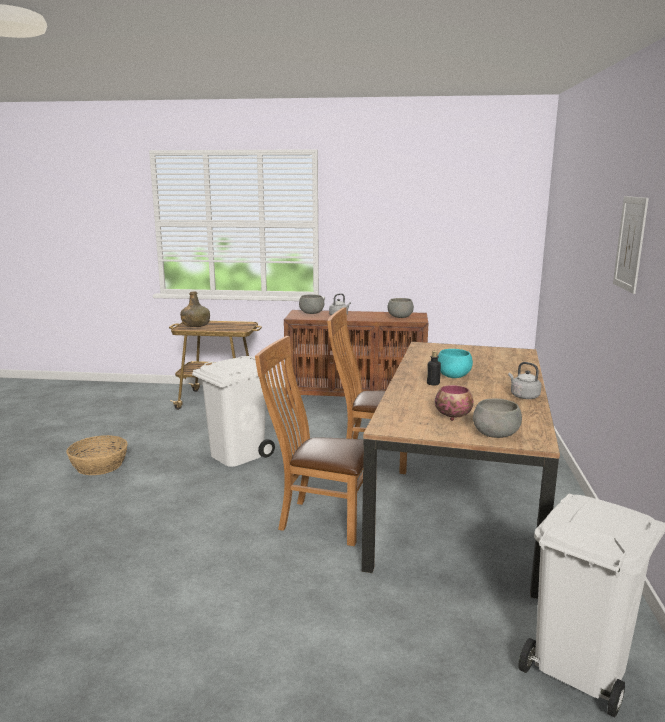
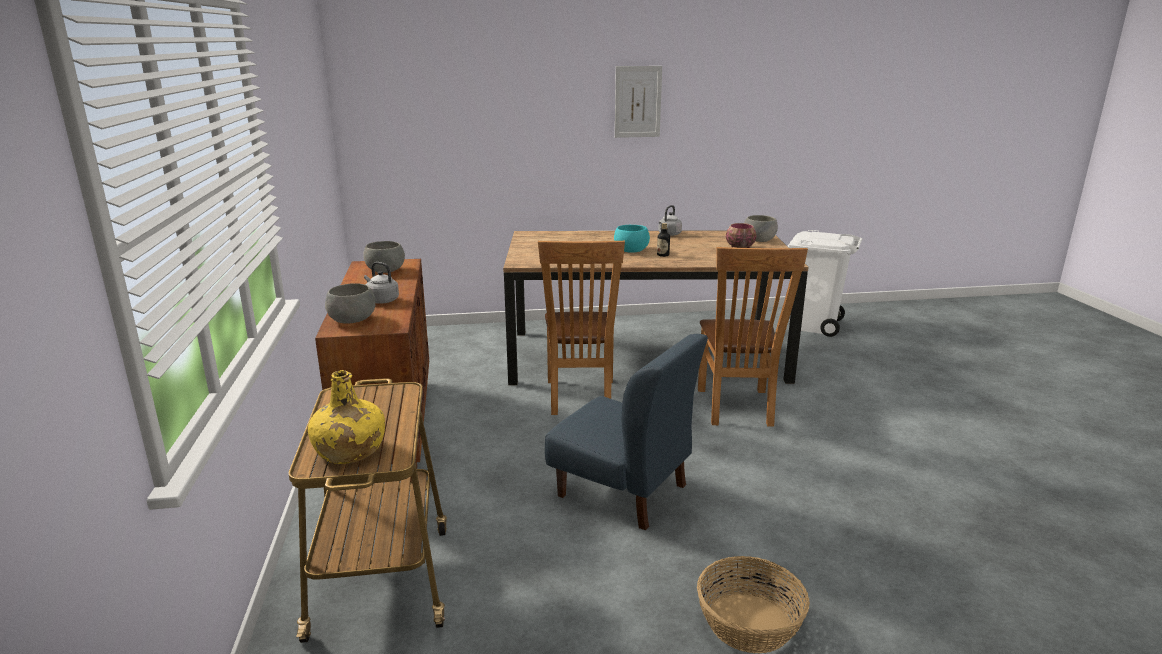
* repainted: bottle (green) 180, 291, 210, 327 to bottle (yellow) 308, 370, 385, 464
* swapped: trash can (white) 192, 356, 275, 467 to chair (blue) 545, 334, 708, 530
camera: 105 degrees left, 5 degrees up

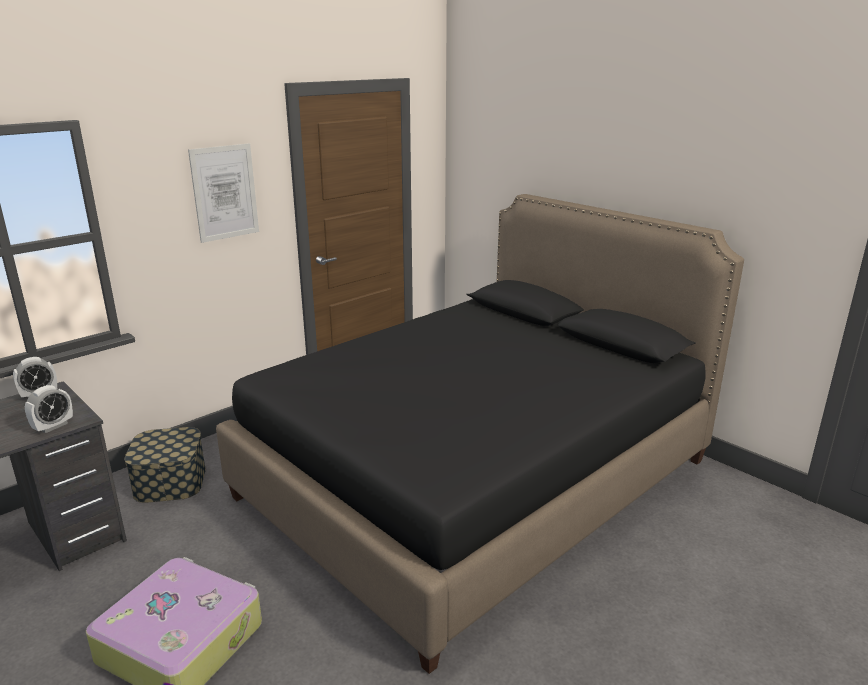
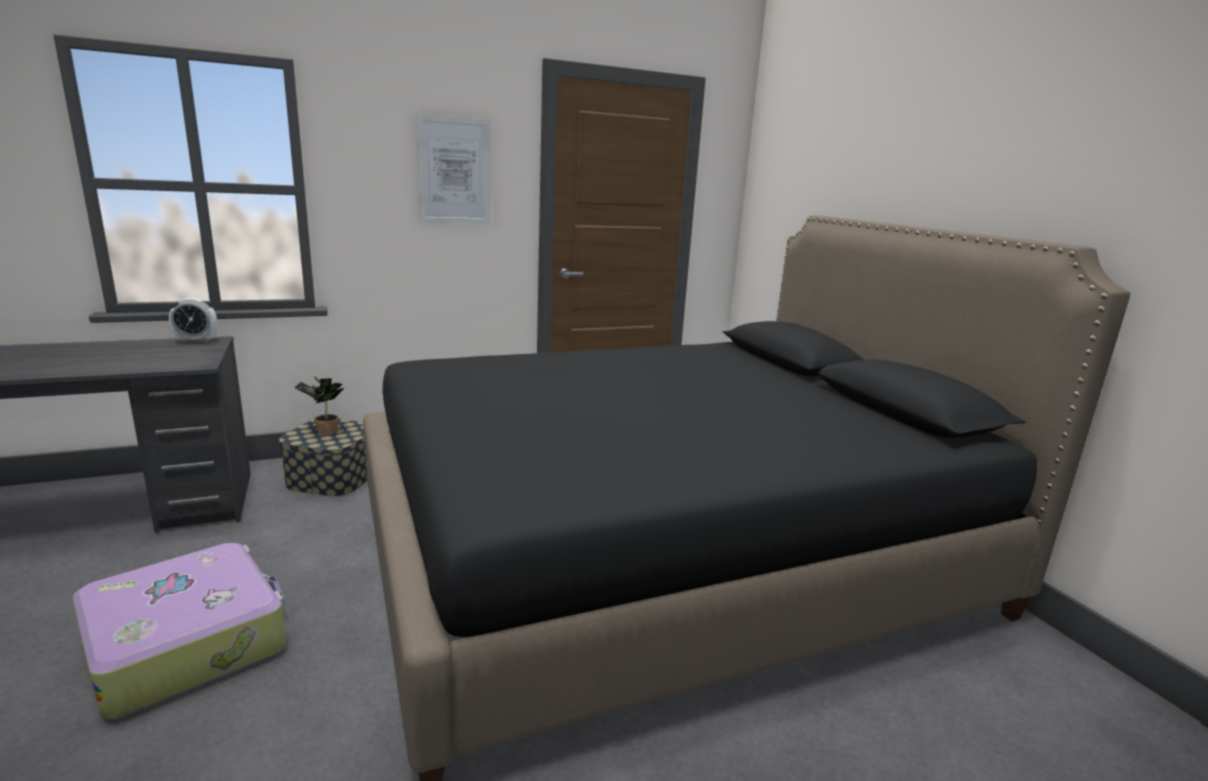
* gone: alarm clock 25, 385, 73, 433
* new: potted plant 294, 376, 344, 435
camera: 20 degrees right, 5 degrees down

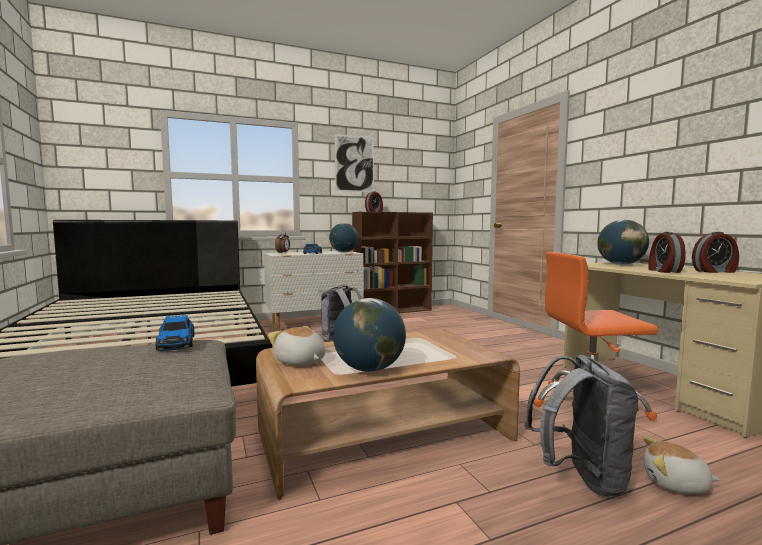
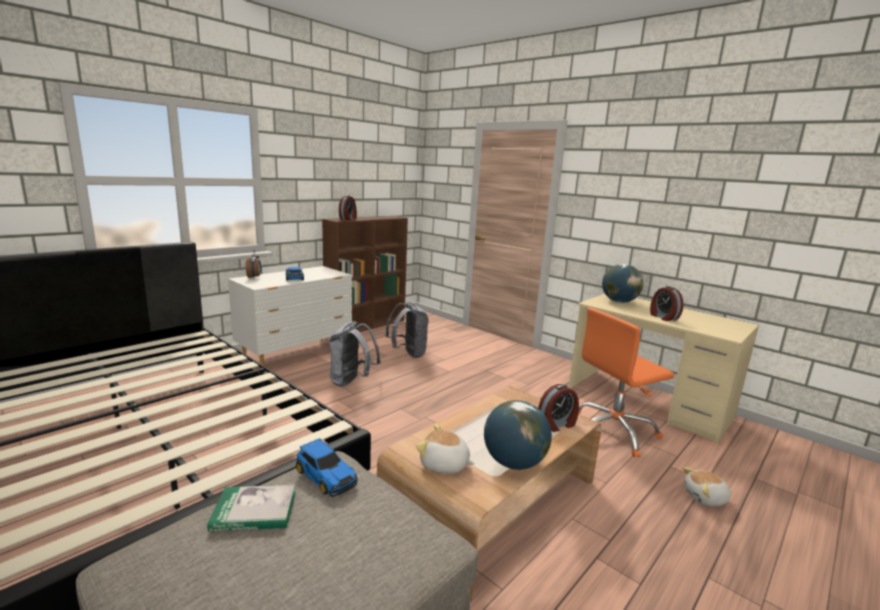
* gone: globe 329, 223, 359, 252
* gone: picture 335, 134, 374, 192
* shifted: backpack (grey) 524, 355, 639, 497 to 385, 302, 429, 358
* shifted: alarm clock 692, 232, 739, 273 to 538, 384, 579, 432
* new: book 207, 485, 296, 531
camera: 25 degrees left, 10 degrees up

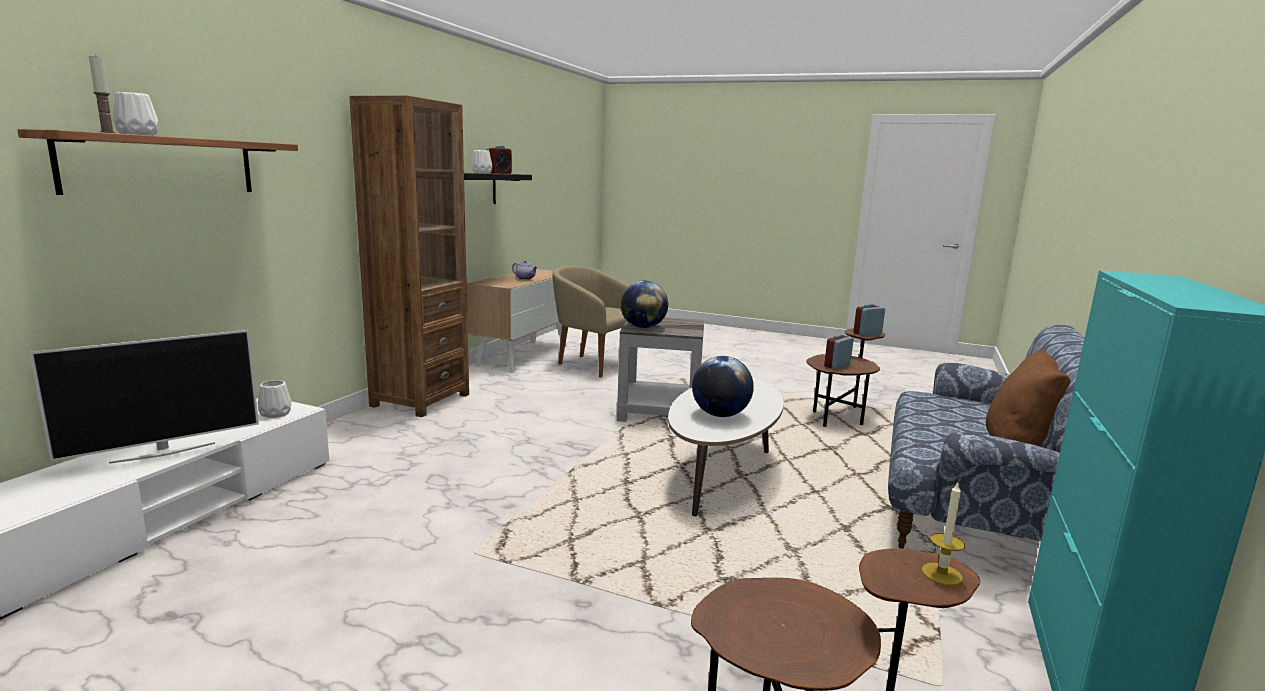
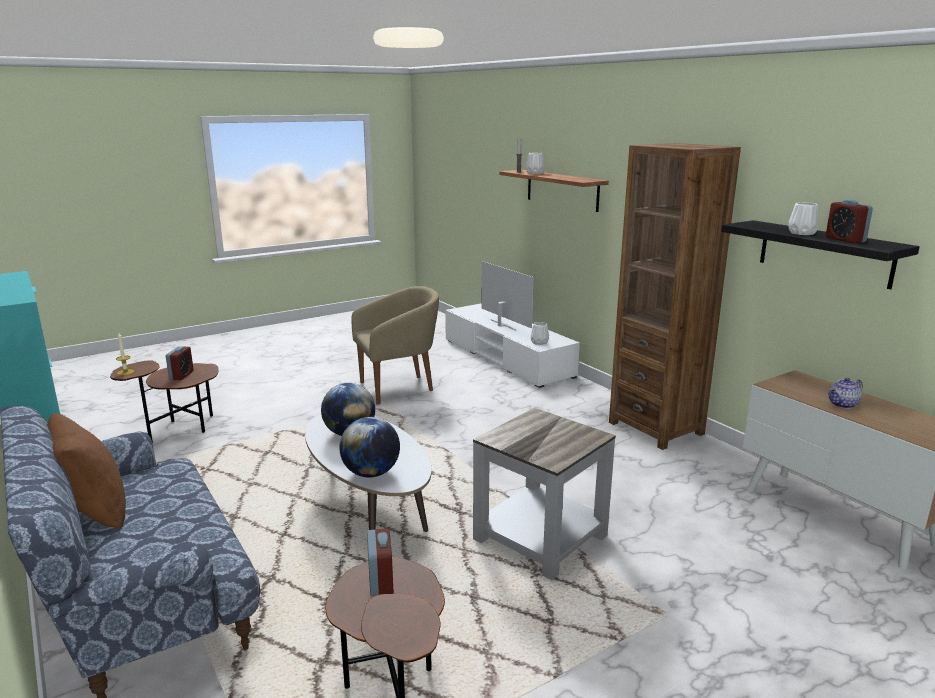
* rotated: television 29, 330, 259, 464 = 481, 261, 534, 330 150 degrees clockwise
* shifted: armchair (beige) 552, 266, 630, 377 to 351, 286, 439, 405
* shifted: globe 621, 280, 668, 328 to 339, 417, 400, 478
* shifted: alarm clock 853, 303, 885, 336 to 166, 346, 194, 380
camera: 125 degrees right, 5 degrees up

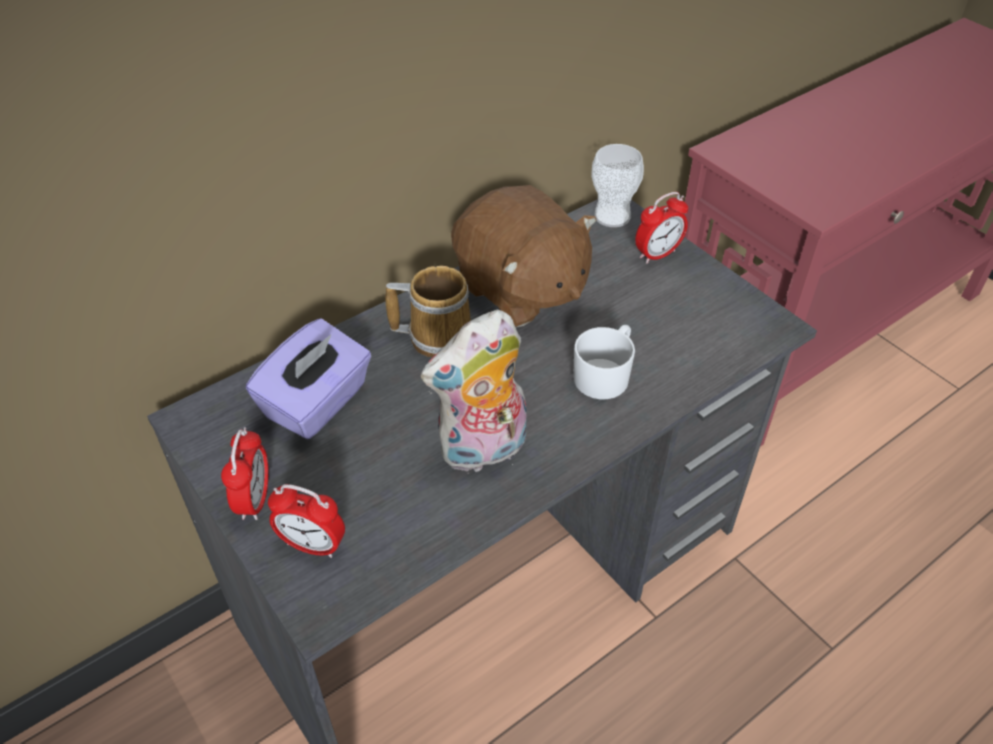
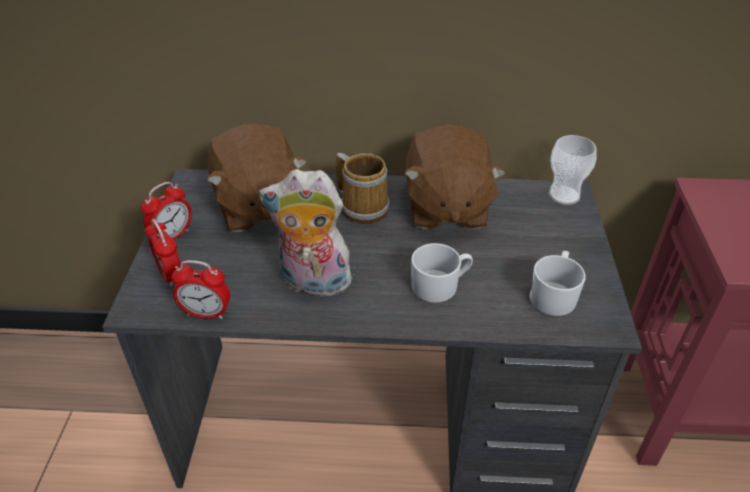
* swapped: tissue box (purple) 246, 318, 371, 439 to plush toy (brown) 207, 124, 307, 232
* shifted: alarm clock 635, 192, 688, 264 to 171, 260, 230, 319
* new: mug (white) 529, 251, 586, 316
camera: 40 degrees right, 5 degrees down

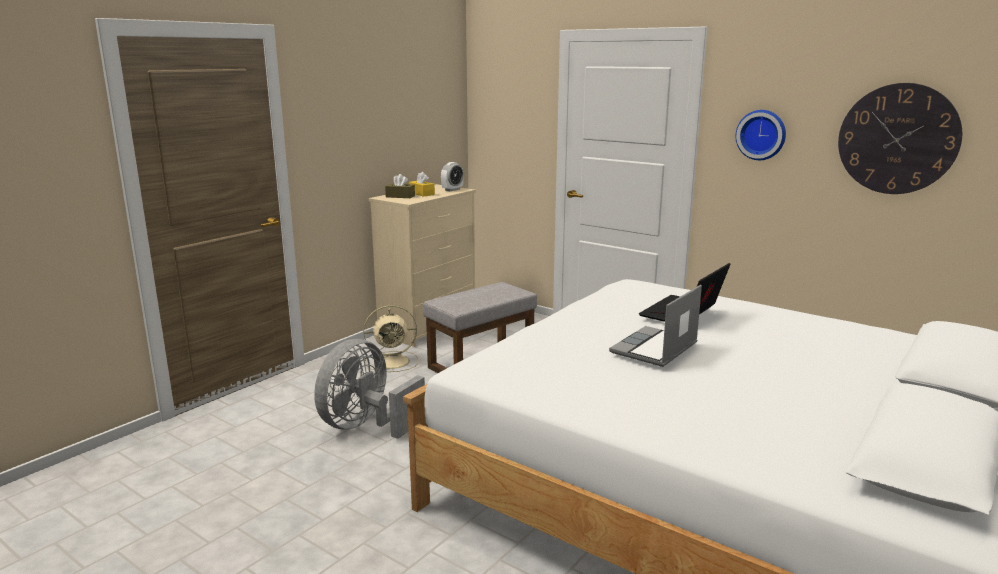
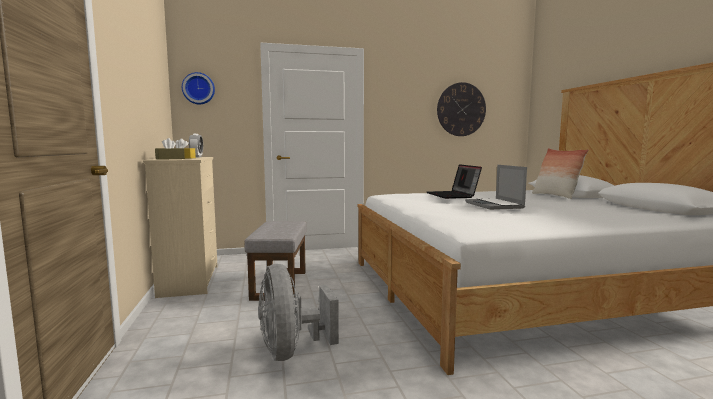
* gone: fan (beige) 363, 305, 419, 372
* shifted: wall clock 736, 110, 786, 160 to 182, 72, 215, 104
* new: pillow 532, 148, 588, 199
camera: 50 degrees left, 10 degrees down

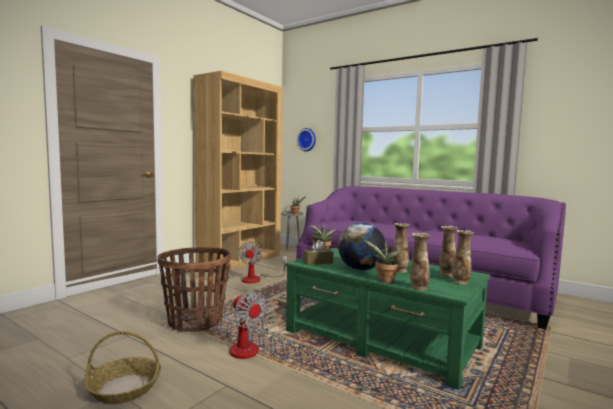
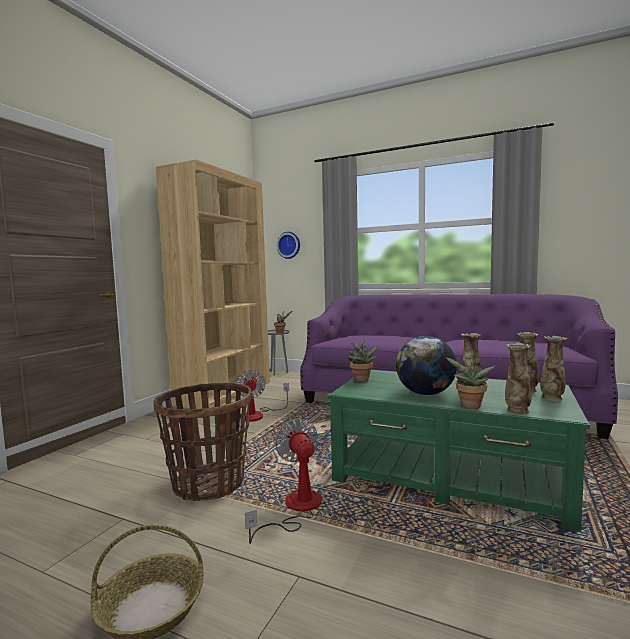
* rotated: fan 230, 291, 268, 359 = 245, 418, 322, 544 150 degrees counterclockwise
* gone: tissue box (brown) 303, 240, 333, 265
camera: 10 degrees left, 0 degrees up

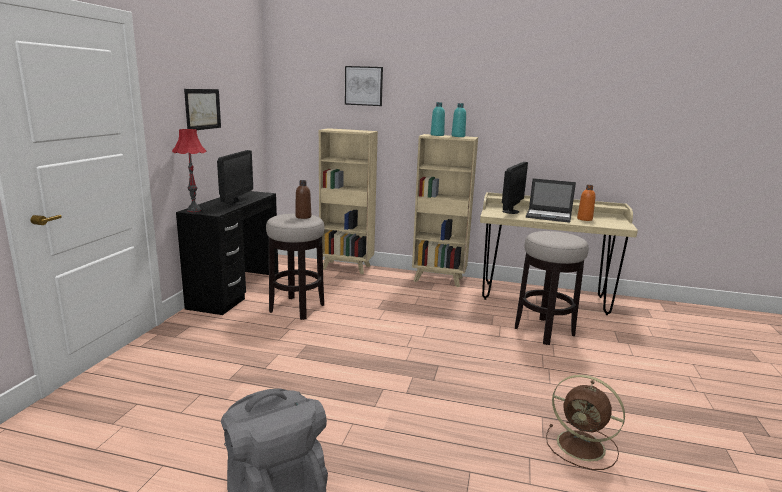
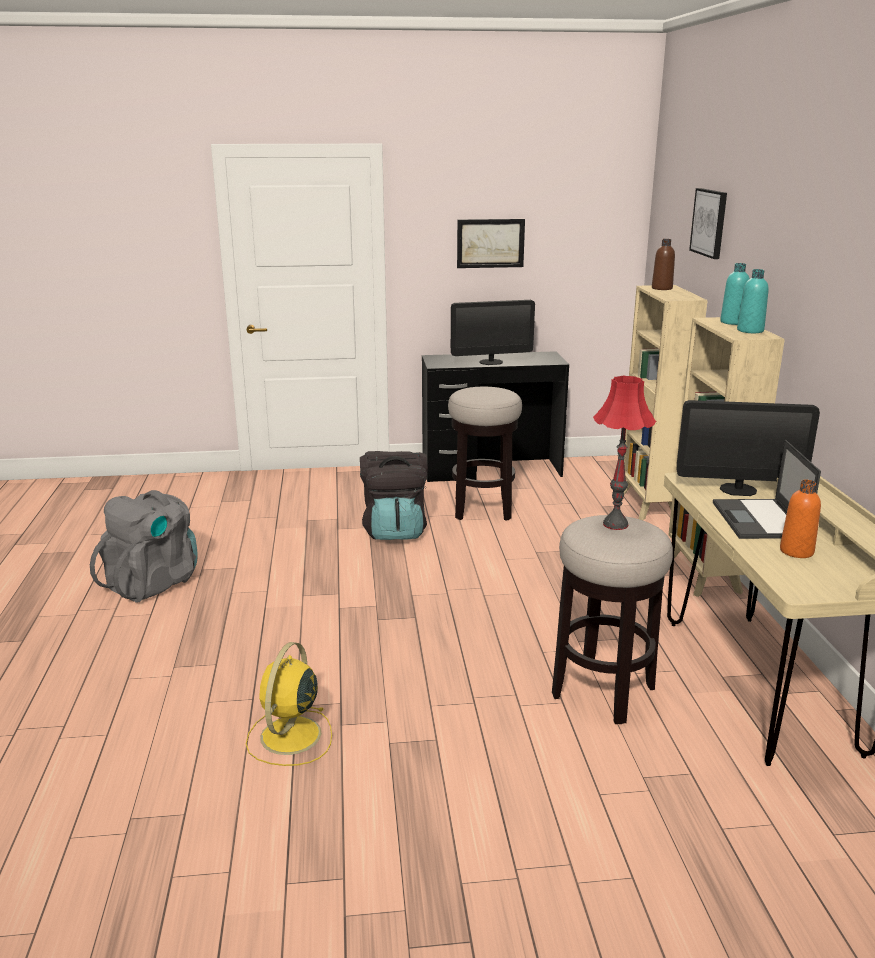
* shifted: table lamp (red) 172, 129, 206, 212 to 593, 376, 656, 530
* shifted: bottle (brown) 295, 180, 311, 219 to 652, 239, 675, 290
* repainted: fan (brown) 546, 375, 625, 470 to fan (yellow) 246, 642, 332, 766
* new: backpack (black) 360, 451, 428, 540
camera: 70 degrees right, 5 degrees up

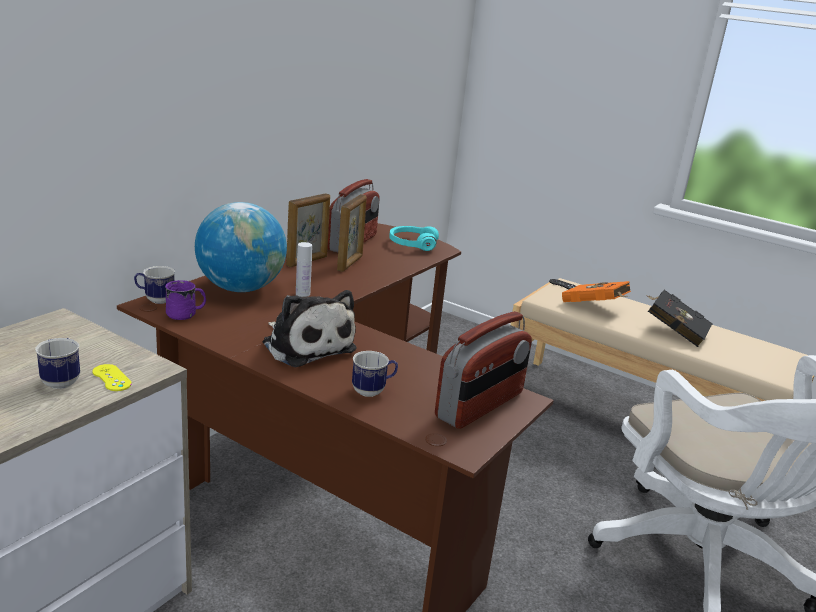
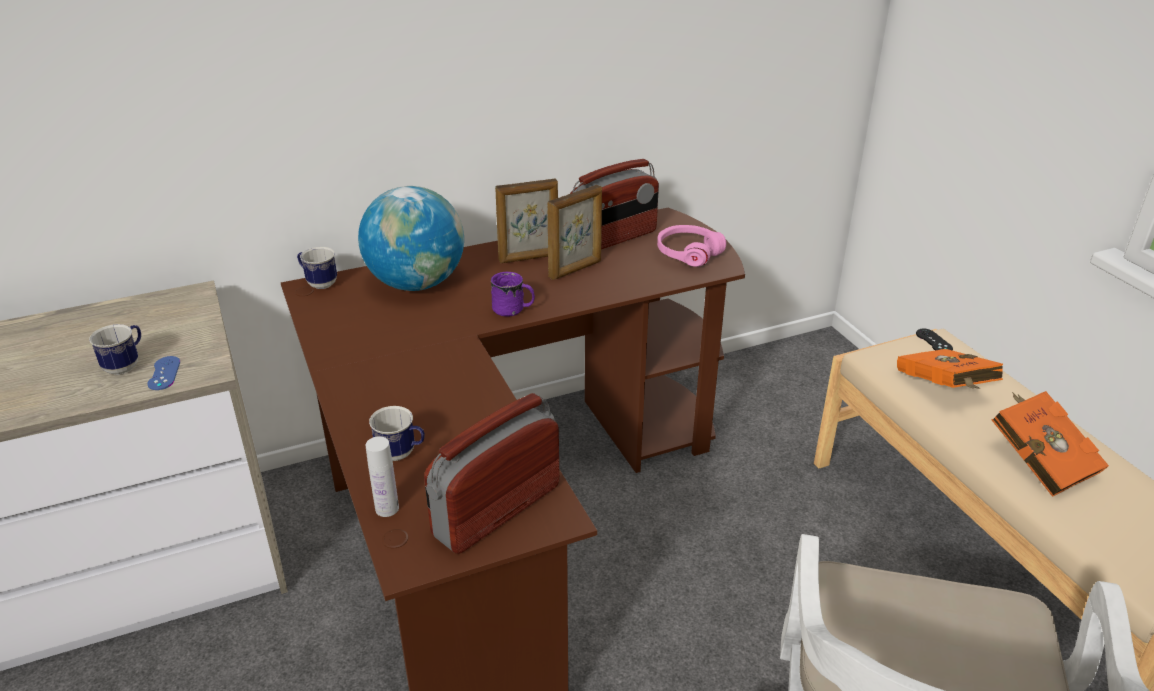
* repainted: game controller (yellow) 93, 364, 132, 391 to game controller (blue) 147, 356, 180, 390
* shifted: mug (purple) 165, 280, 206, 320 to 491, 272, 535, 317
* gone: plush toy 263, 290, 357, 367
* shifted: bottle (white) 296, 242, 312, 297 to 365, 436, 399, 517
* repainted: headphones (turquoise) 389, 226, 439, 251 to headphones (pink) 657, 225, 726, 267
* rotated: radio 435, 311, 532, 429 = 424, 393, 559, 554 150 degrees clockwise
* repainted: book (black) 647, 290, 712, 347 to book (orange) 992, 391, 1109, 497
camera: 35 degrees right, 10 degrees up

